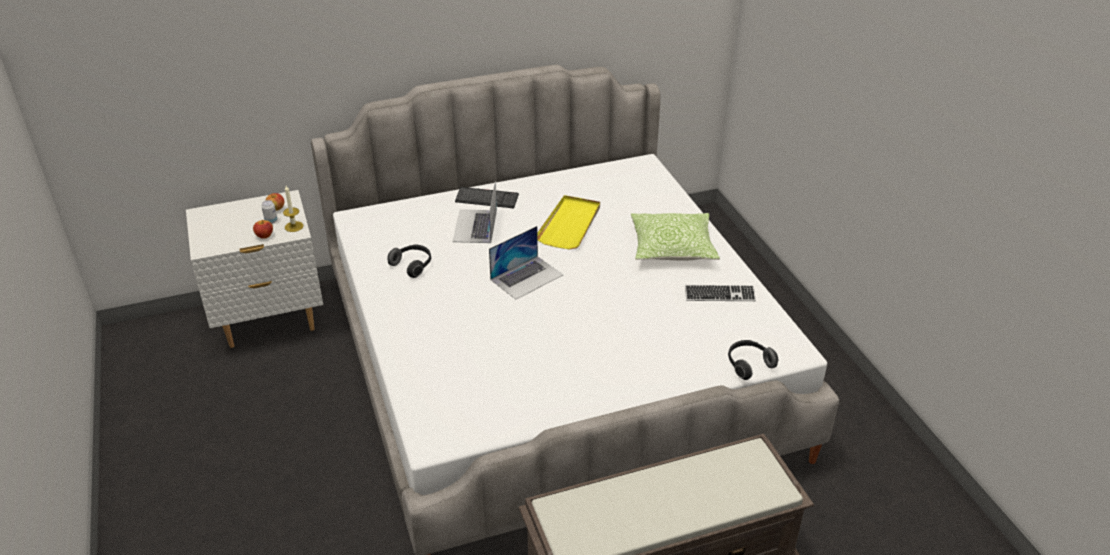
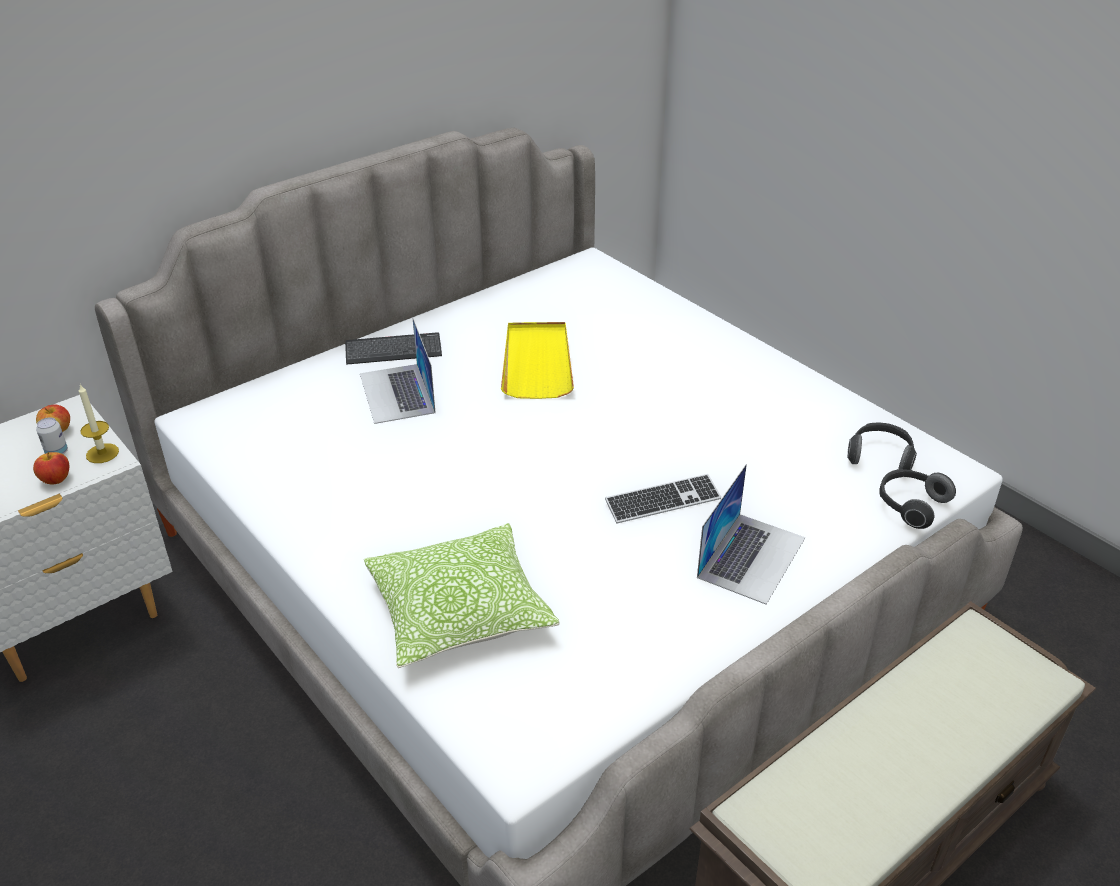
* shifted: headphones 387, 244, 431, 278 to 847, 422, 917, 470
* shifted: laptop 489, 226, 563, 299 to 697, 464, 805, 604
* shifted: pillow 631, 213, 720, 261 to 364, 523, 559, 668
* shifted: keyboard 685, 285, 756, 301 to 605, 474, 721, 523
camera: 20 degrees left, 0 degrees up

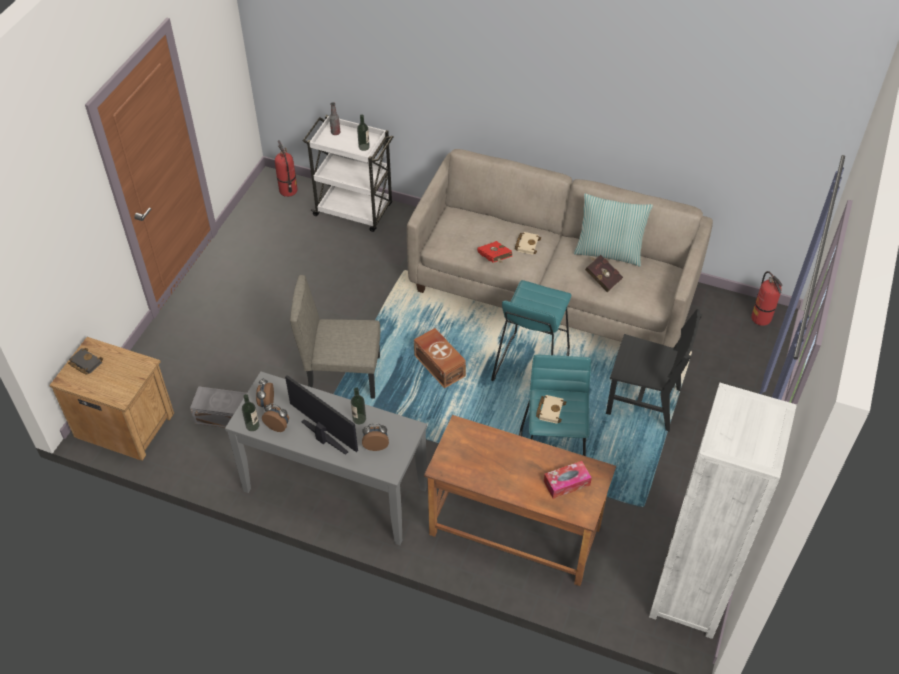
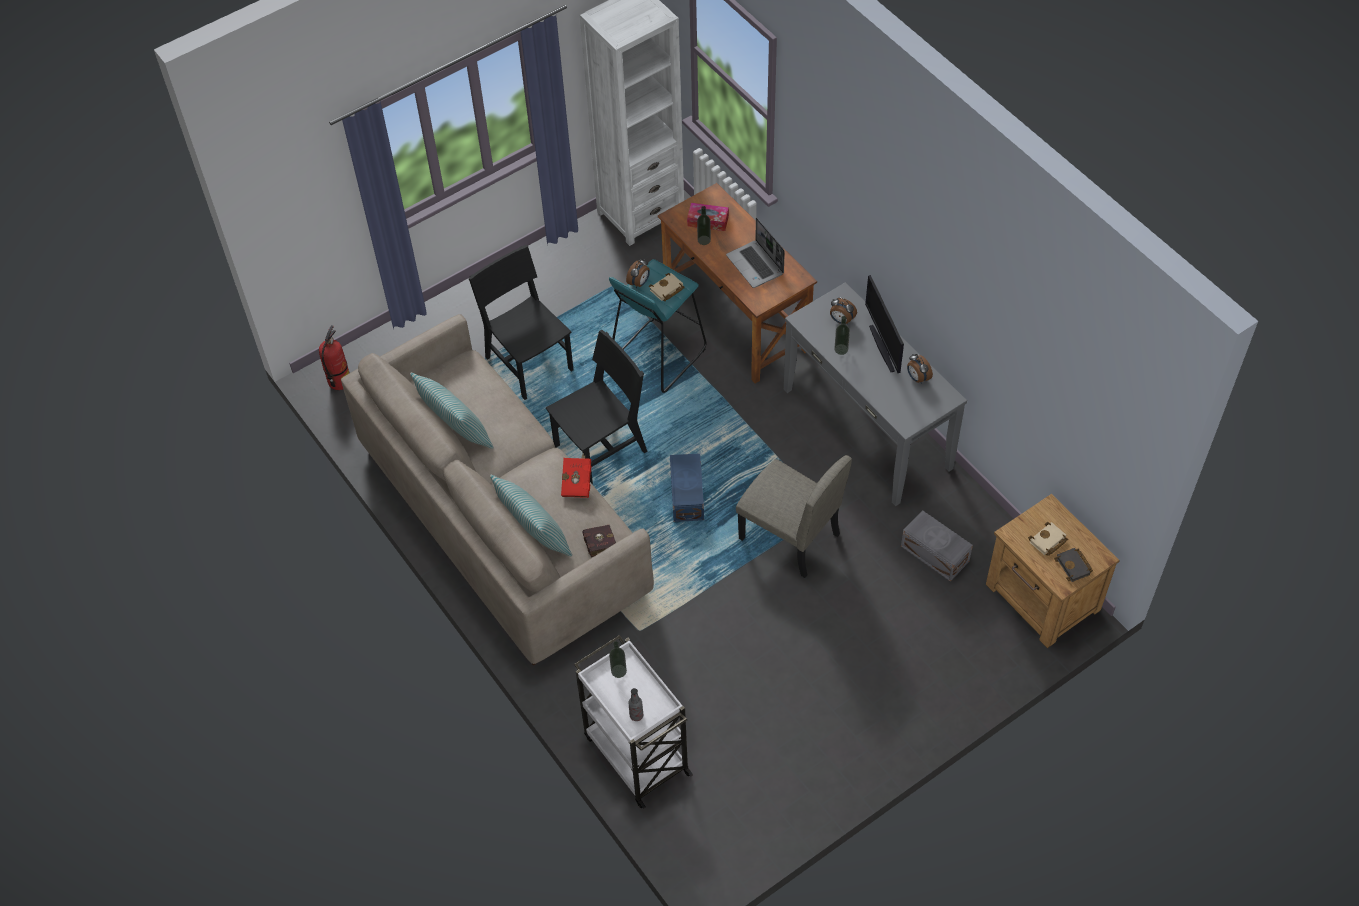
* shifted: bottle 242, 394, 259, 431 to 697, 206, 711, 245
* shifted: alarm clock 256, 378, 274, 409 to 626, 259, 650, 288
* gone: fire extinguisher 275, 140, 297, 197
* repainted: storage box (brown) 414, 328, 466, 389 to storage box (blue) 670, 453, 704, 522
* swapped: stool (turquoise) 491, 280, 571, 381 to chair (black) 546, 330, 648, 484
* shifted: book (beige) 515, 232, 541, 255 to 1028, 522, 1068, 556
* shifted: book (red) 585, 255, 623, 292 to 583, 525, 616, 557
* new: pillow 490, 475, 572, 557
* new: laptop 726, 217, 785, 288
camera: 145 degrees left, 5 degrees up

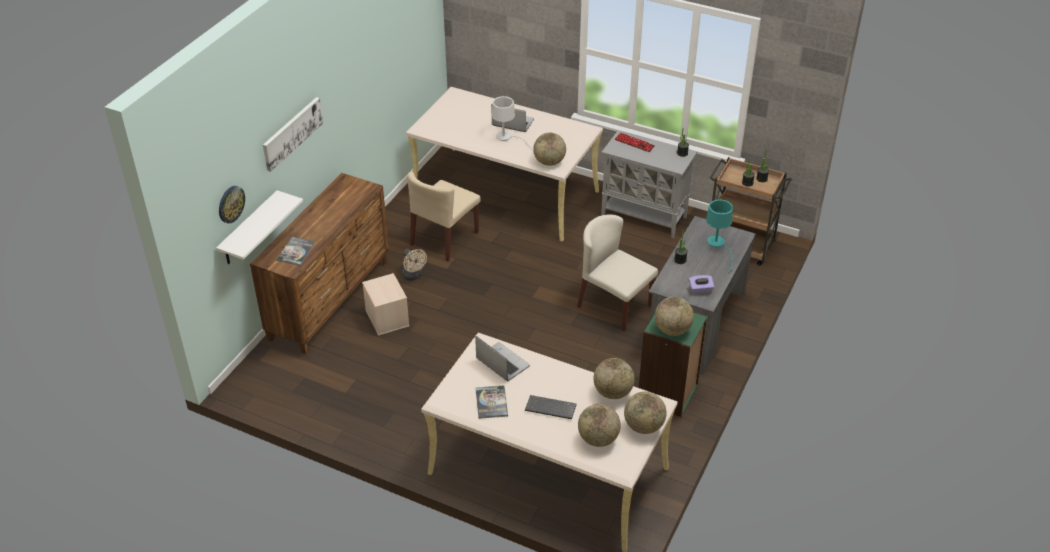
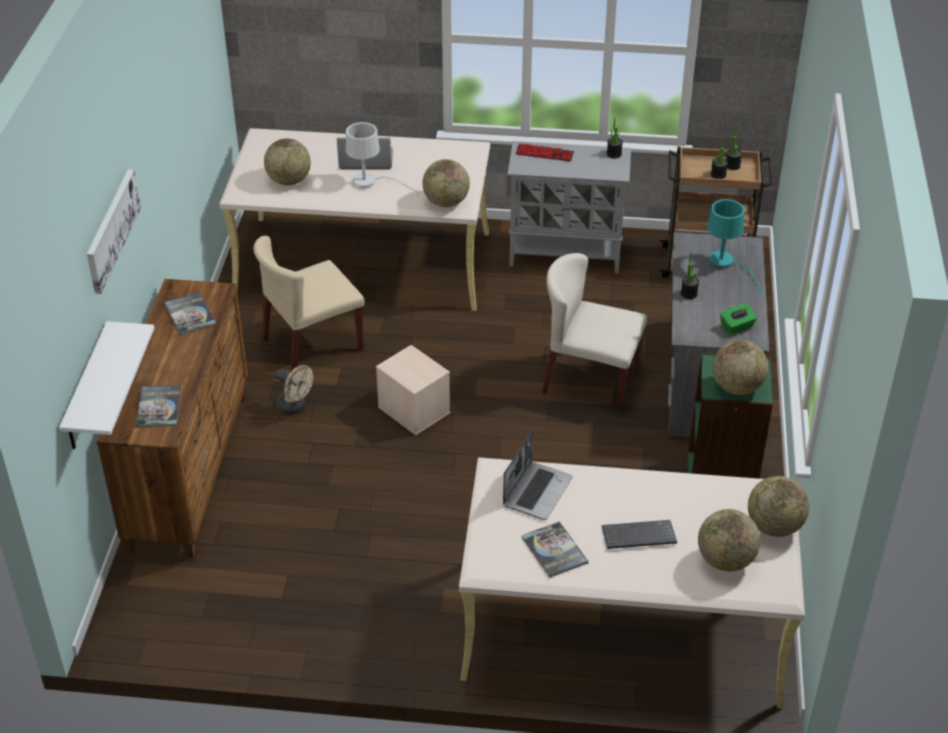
* gone: wall clock 219, 186, 245, 223
* shifted: storage box (beige) 362, 273, 409, 336 to 376, 345, 450, 435
* rotated: chair (beige) 407, 172, 481, 262 = 253, 236, 365, 373 45 degrees clockwise
* rotated: laptop 475, 336, 530, 381 = 503, 431, 573, 520 90 degrees clockwise
* shifted: globe 593, 358, 635, 399 to 264, 138, 311, 185
* repainted: tissue box (purple) 689, 275, 714, 294 to tissue box (green) 720, 304, 757, 335
* new: book 164, 292, 216, 335
camera: 20 degrees left, 0 degrees up

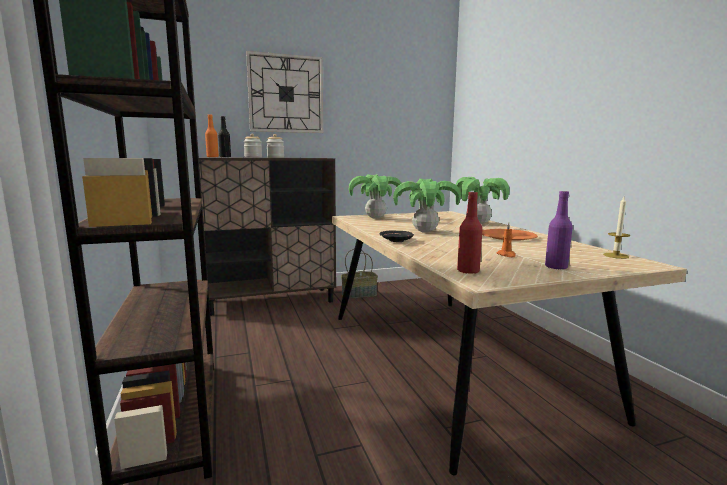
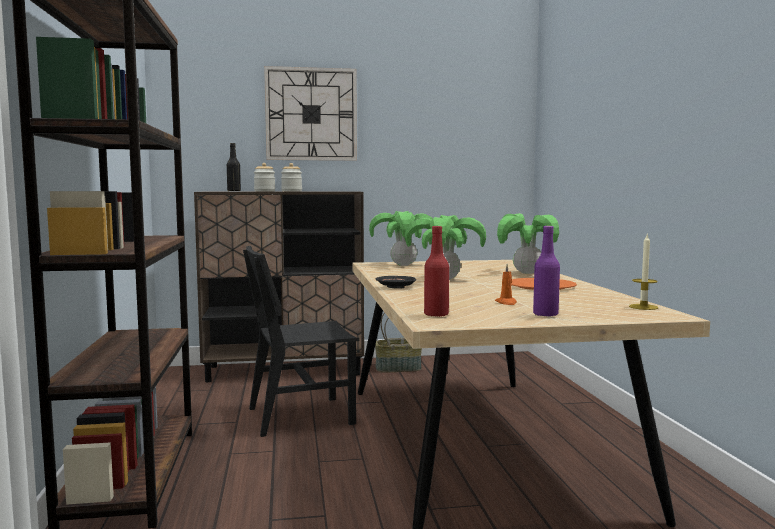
* gone: bottle (orange) 205, 114, 219, 157
* new: chair (black) 243, 246, 359, 437
camera: 10 degrees right, 5 degrees down

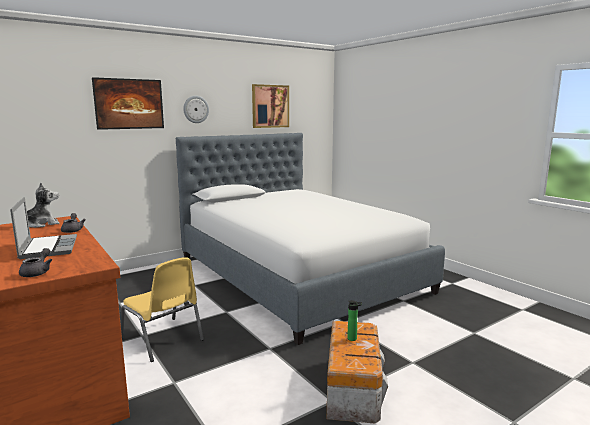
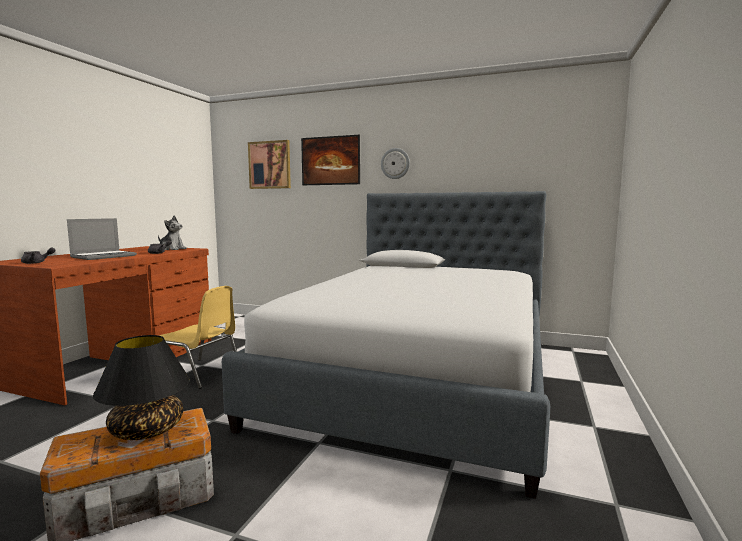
* rotated: chair (yellow) 120, 257, 204, 362 = 159, 286, 237, 389 75 degrees counterclockwise
* shifted: picture 252, 84, 289, 128 to 248, 140, 291, 189
* swapped: bottle 347, 300, 362, 341 to table lamp (black) 93, 335, 190, 440
camera: 55 degrees right, 5 degrees down

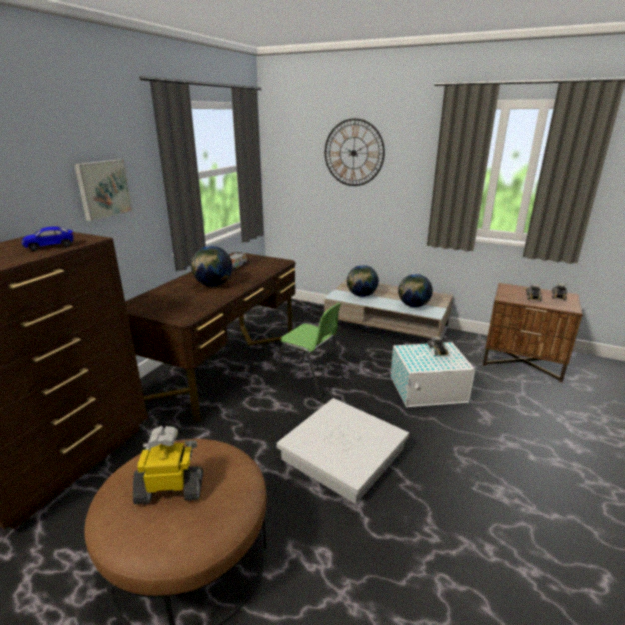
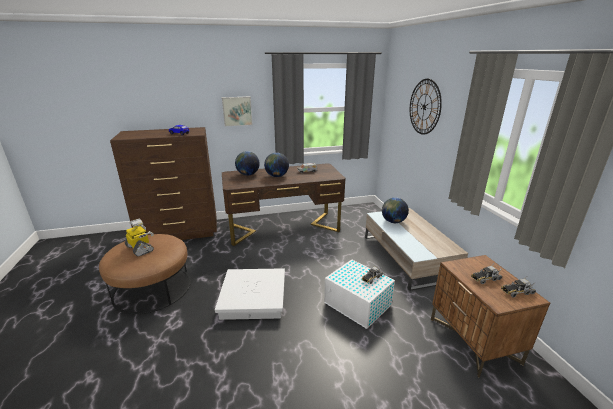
* gone: chair (green) 274, 303, 344, 399
* shifted: globe 398, 274, 433, 307 to 235, 151, 260, 176
camera: 50 degrees right, 0 degrees up

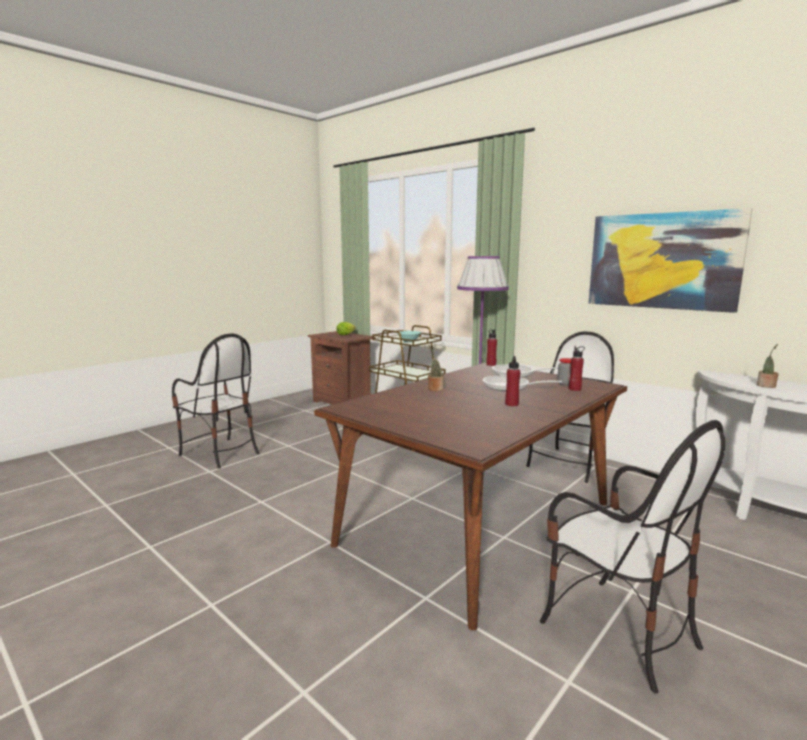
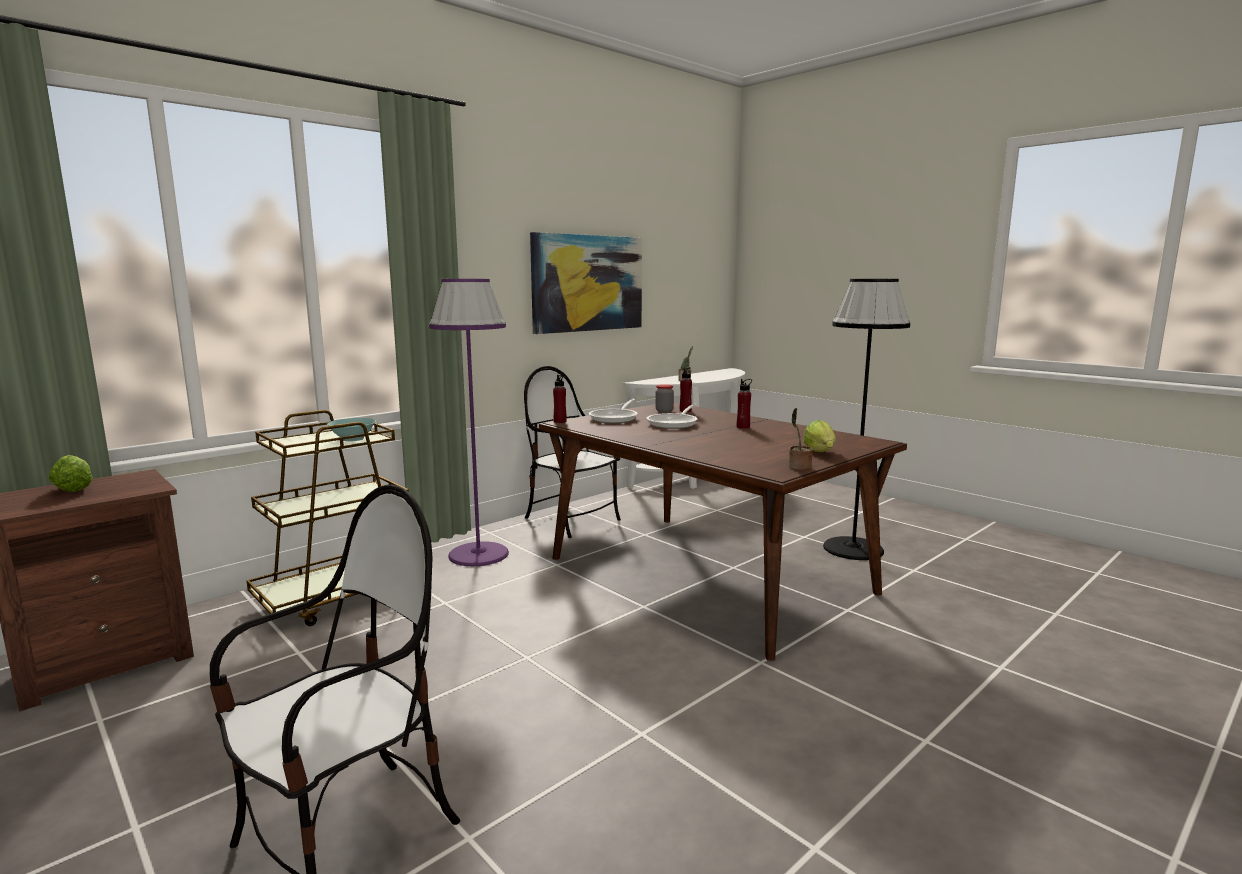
* shifted: potted plant 428, 345, 444, 391 to 789, 408, 813, 470
* swapped: chair 540, 420, 725, 693 to floor lamp (black) 823, 279, 910, 560
* new: lettuce 803, 420, 836, 452
camera: 85 degrees left, 0 degrees up

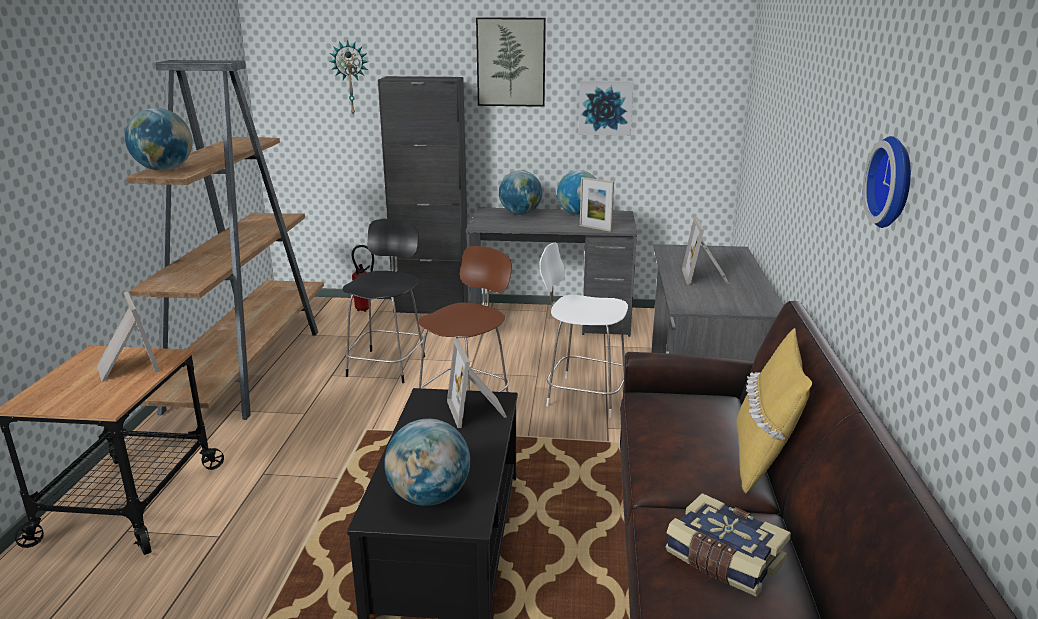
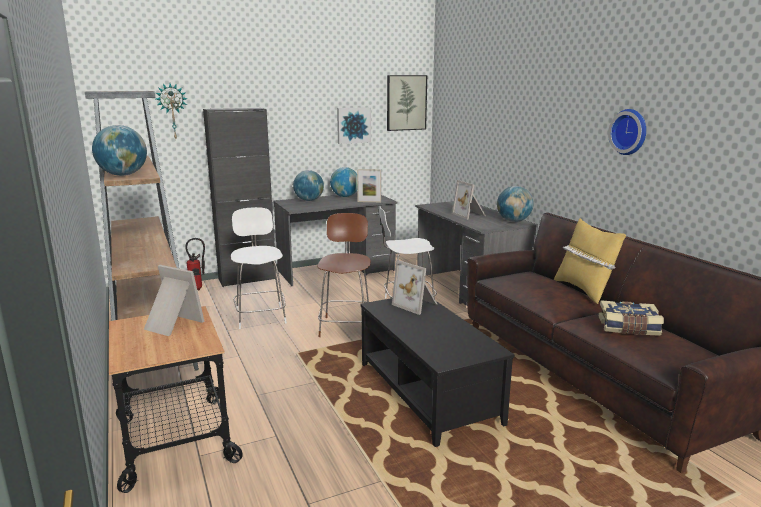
* repainted: chair (black) 342, 219, 425, 383 to chair (white) 231, 207, 287, 329
* shifted: globe 384, 419, 470, 506 to 497, 186, 534, 222
* shifted: picture 476, 18, 546, 107 to 387, 75, 427, 131
camera: 30 degrees left, 5 degrees down

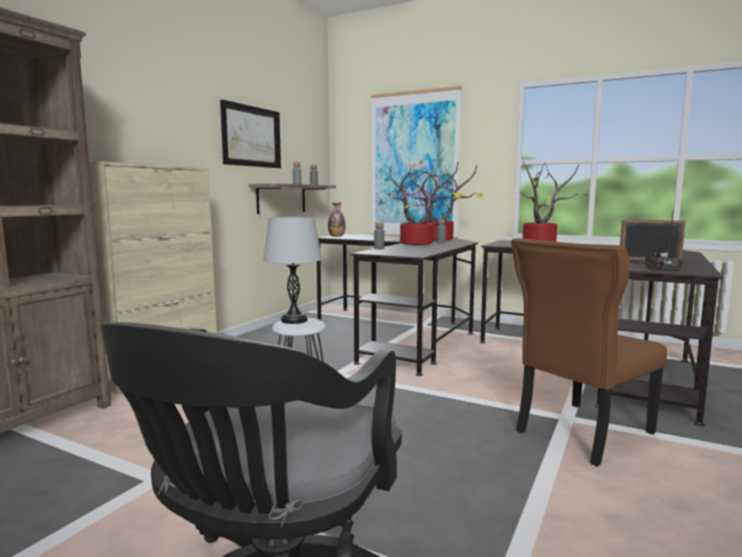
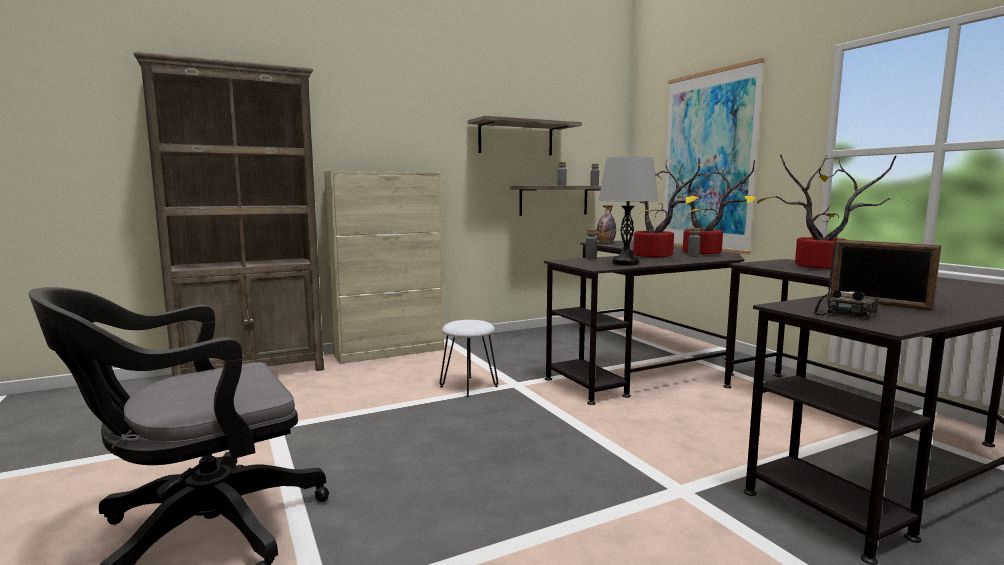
* swapped: picture 220, 100, 281, 168 to shelf 467, 116, 582, 155
* shifted: table lamp (grey) 263, 217, 322, 324 to 598, 156, 659, 265
* gone: chair (brown) 511, 238, 667, 466
camera: 35 degrees right, 0 degrees up

